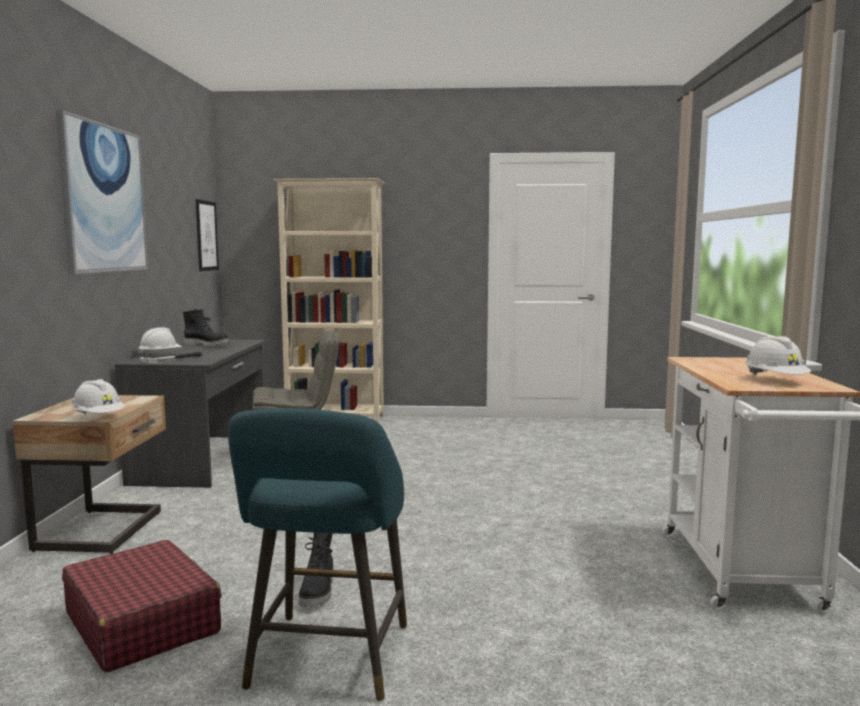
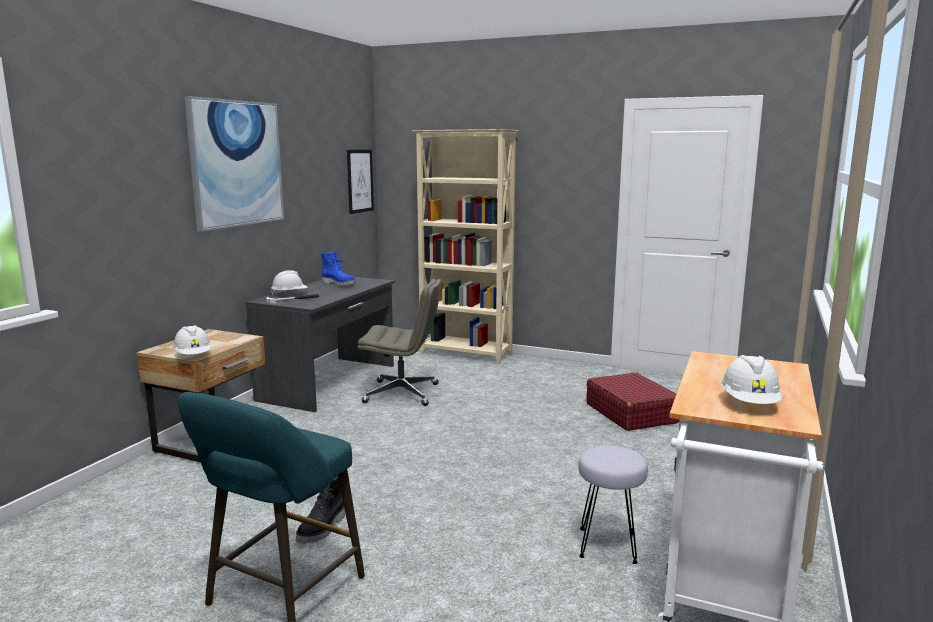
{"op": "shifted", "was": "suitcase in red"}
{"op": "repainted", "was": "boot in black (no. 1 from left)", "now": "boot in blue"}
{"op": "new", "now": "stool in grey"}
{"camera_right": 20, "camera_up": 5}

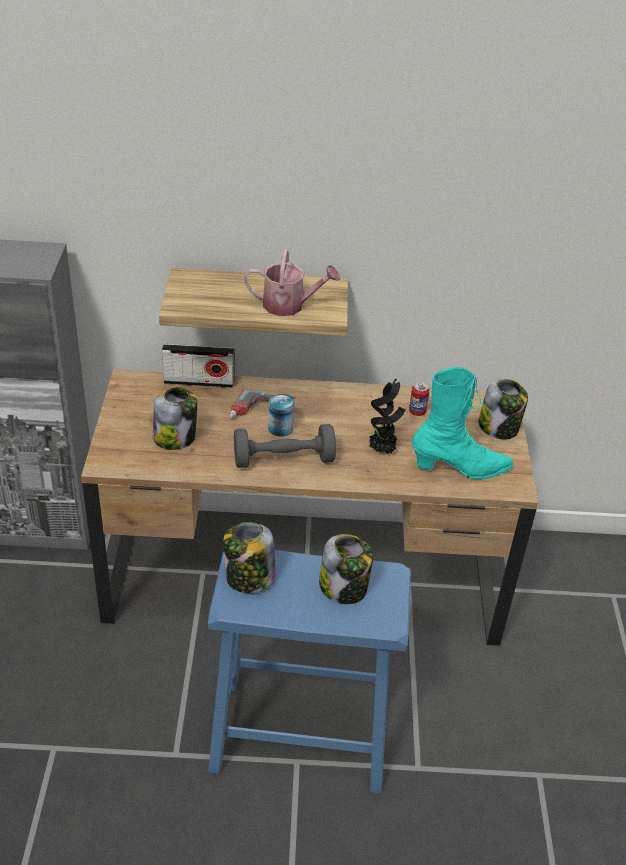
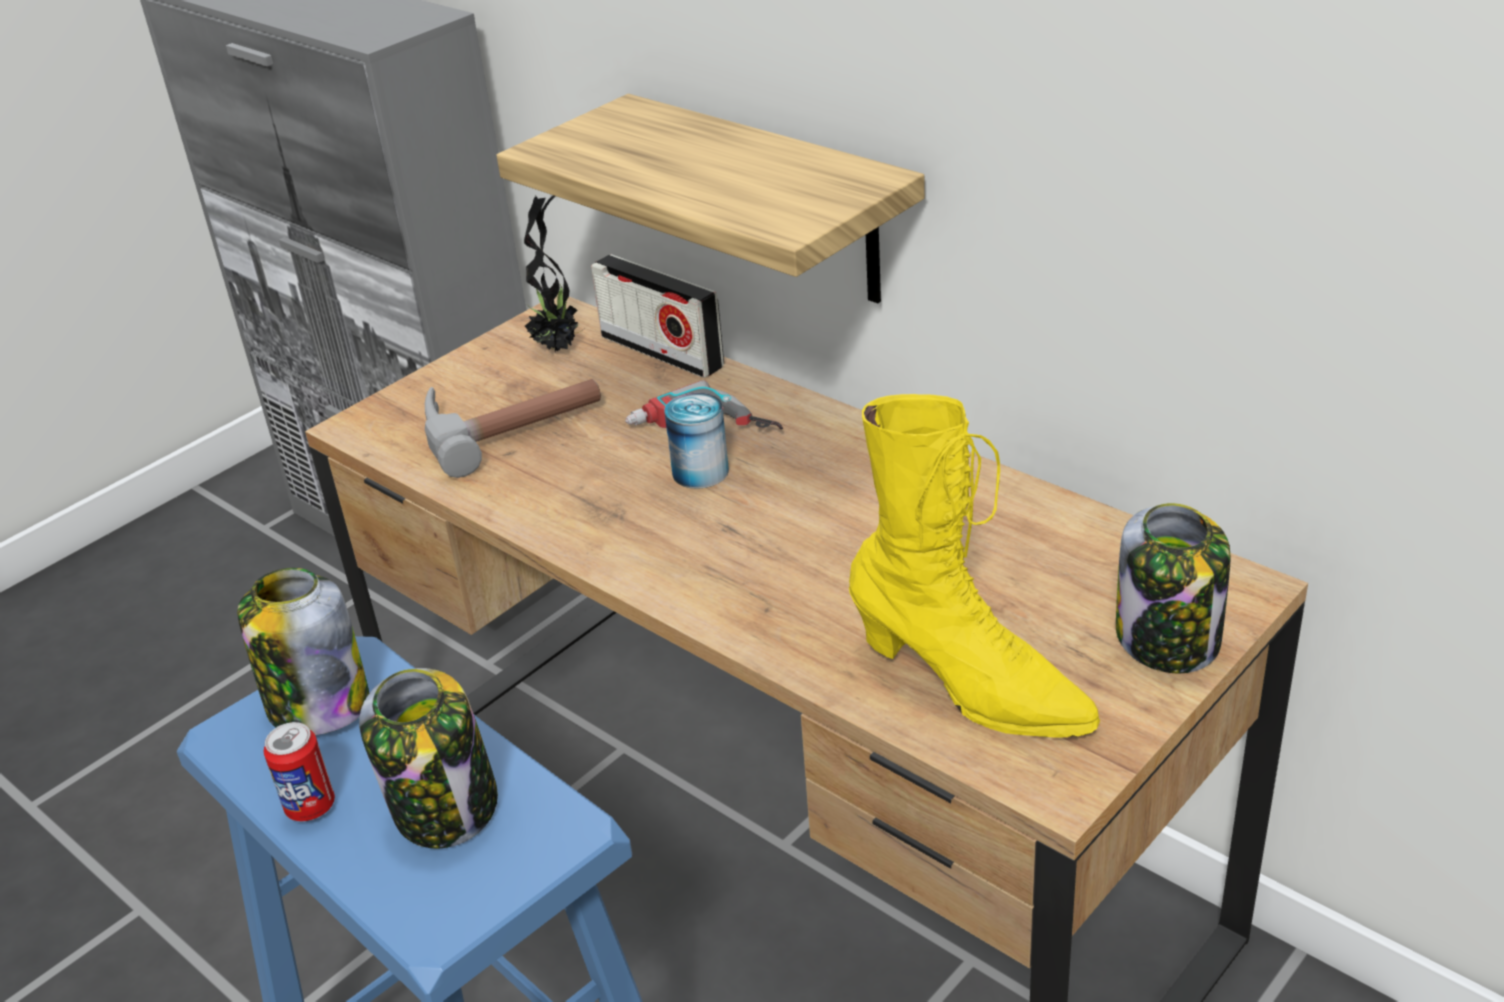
{"op": "swapped", "was": "jar (no. 1 from left)", "now": "hammer"}
{"op": "gone", "was": "dumbbell in grey"}
{"op": "gone", "was": "watering can"}
{"op": "shifted", "was": "potted plant"}
{"op": "shifted", "was": "can (no. 2 from left in the first image)", "now": "can (no. 1 from left)"}
{"op": "repainted", "was": "boot in turquoise", "now": "boot in yellow"}
{"camera_right": 45, "camera_up": -5}

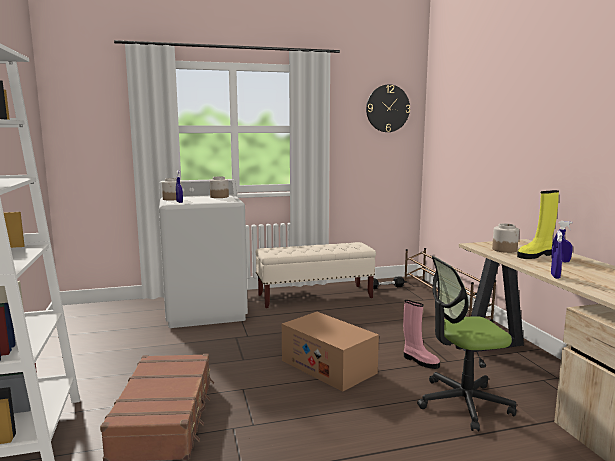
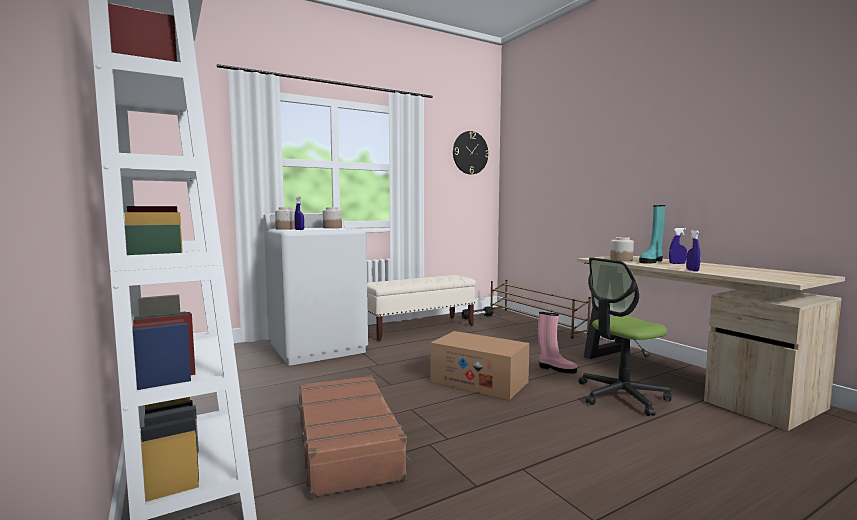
{"op": "repainted", "was": "boot in yellow", "now": "boot in turquoise"}
{"camera_right": -15, "camera_up": -5}

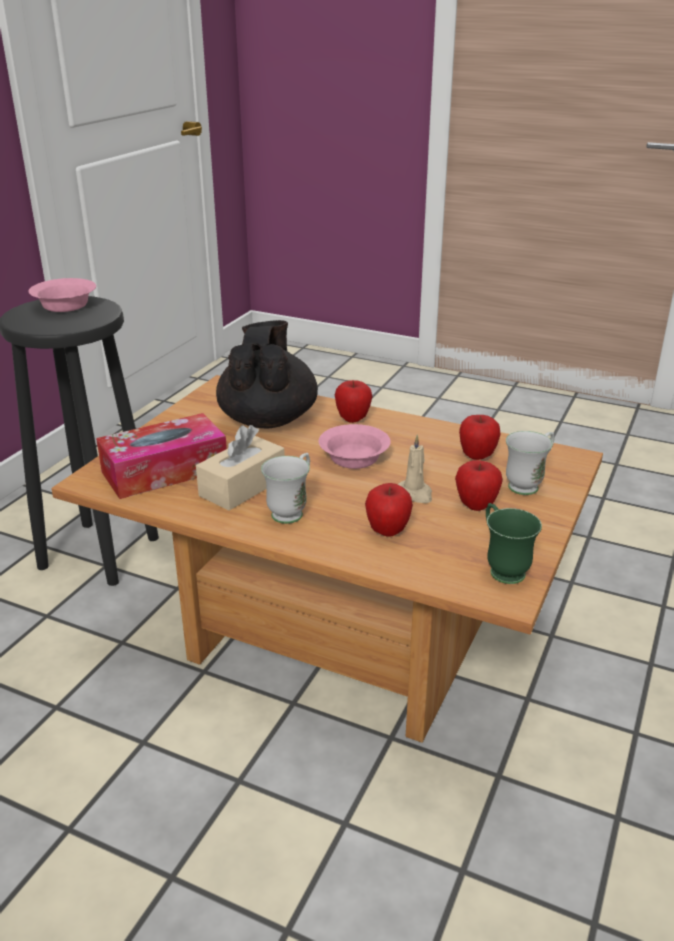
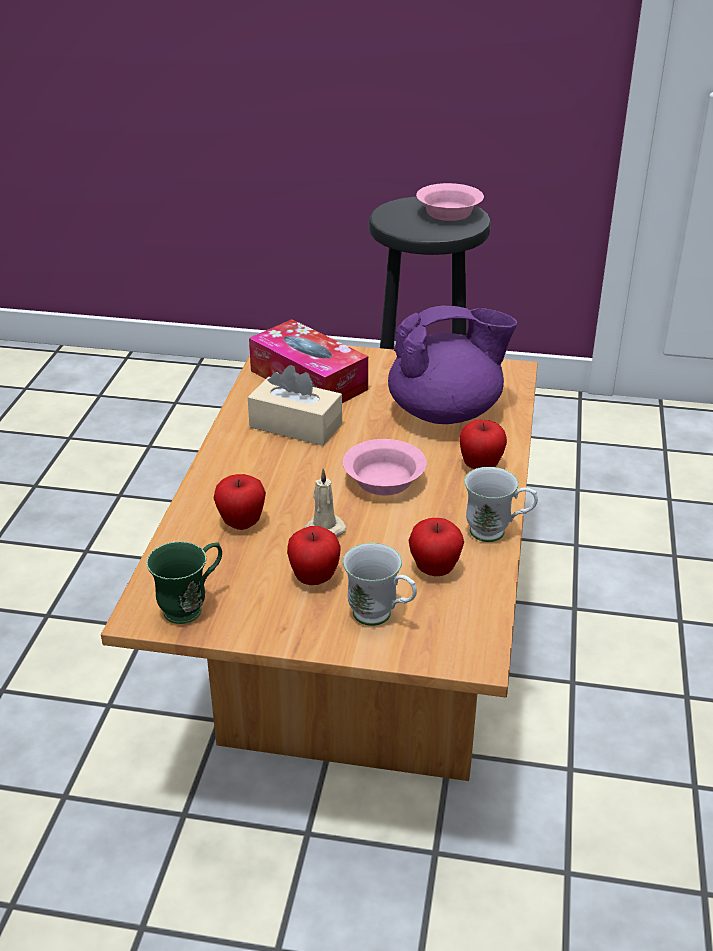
{"op": "repainted", "was": "teapot in black", "now": "teapot in purple"}
{"op": "shifted", "was": "mug in white (no. 1 from left in the first image)", "now": "mug in white (no. 2 from left)"}
{"camera_right": 75, "camera_up": 5}

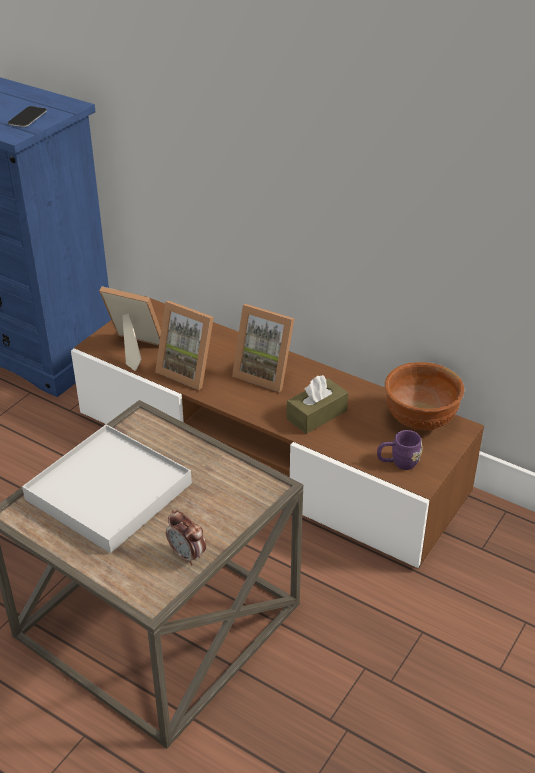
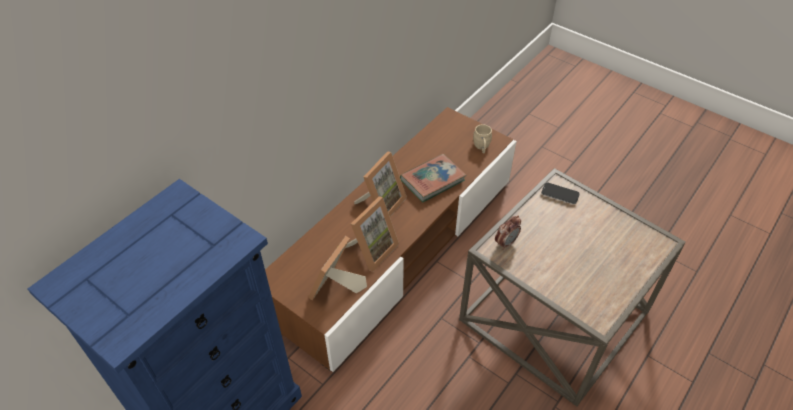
{"op": "shifted", "was": "phone"}
{"op": "gone", "was": "tray in white"}
{"op": "shifted", "was": "alarm clock"}
{"op": "swapped", "was": "tissue box in brown", "now": "book"}
{"op": "repainted", "was": "mug in purple", "now": "mug in beige"}
{"op": "gone", "was": "bowl in brown"}
{"camera_right": -85, "camera_up": 10}

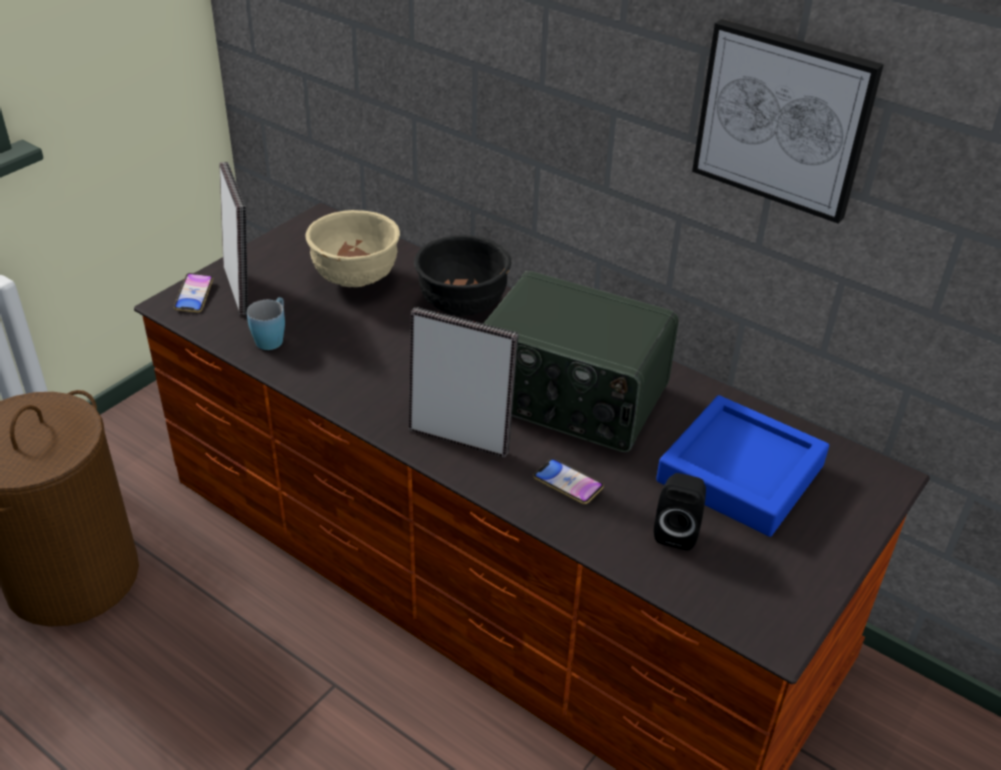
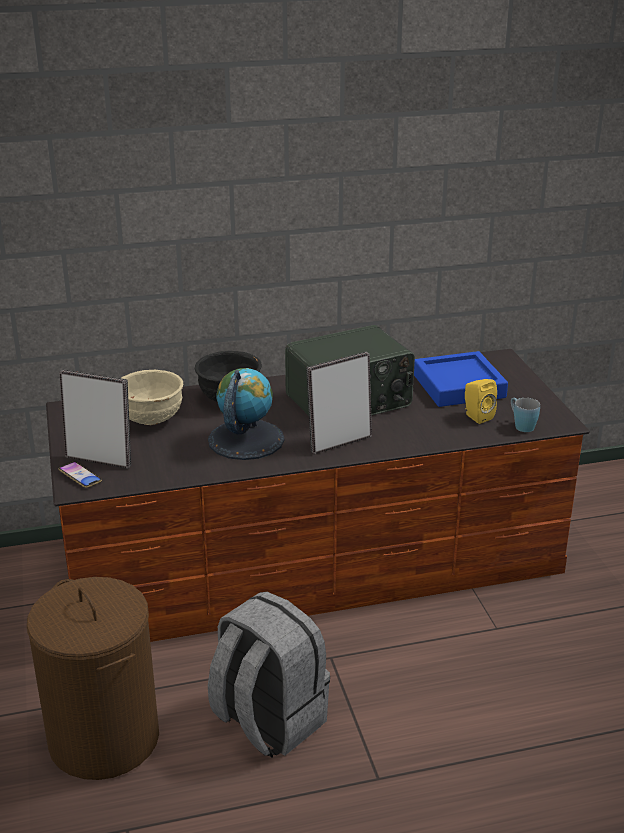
{"op": "shifted", "was": "mug in blue"}
{"op": "gone", "was": "phone (no. 2 from left)"}
{"op": "repainted", "was": "speaker in black", "now": "speaker in yellow"}
{"op": "gone", "was": "picture"}
{"op": "new", "now": "globe"}
{"op": "new", "now": "backpack in grey"}
{"camera_right": -50, "camera_up": -10}

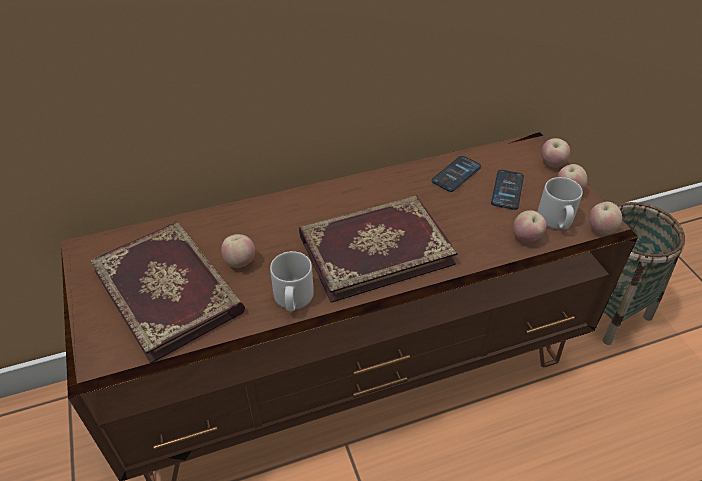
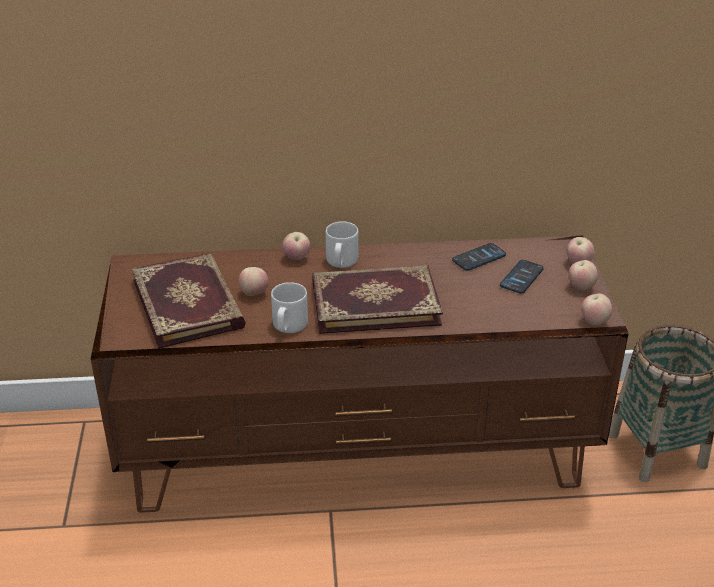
{"op": "shifted", "was": "apple (no. 2 from left)"}
{"op": "shifted", "was": "mug in grey (no. 2 from left)"}
{"camera_right": 15, "camera_up": -10}

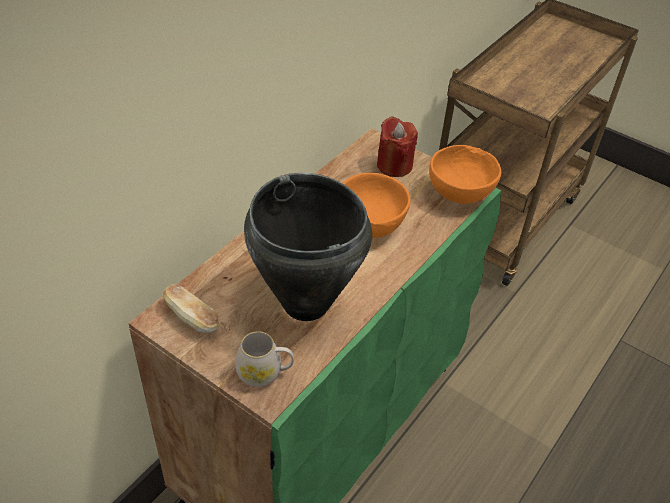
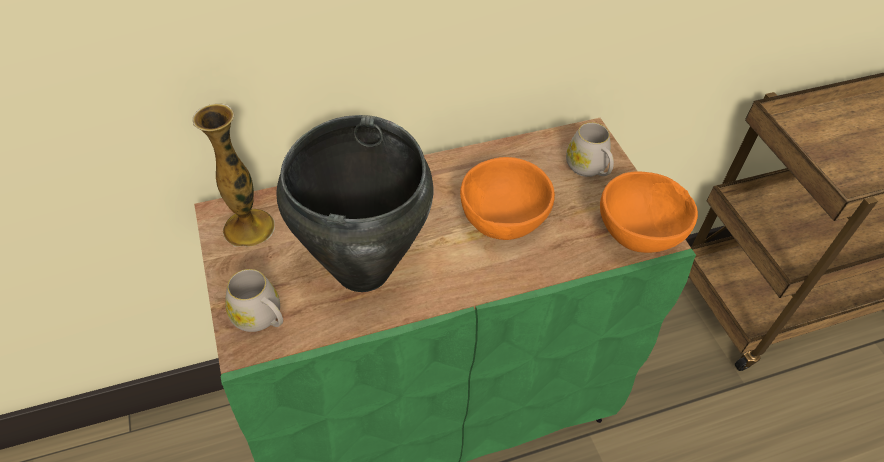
{"op": "swapped", "was": "bread", "now": "vase"}
{"op": "swapped", "was": "candle in red", "now": "mug in white (no. 2 from left)"}
{"camera_right": 35, "camera_up": 5}

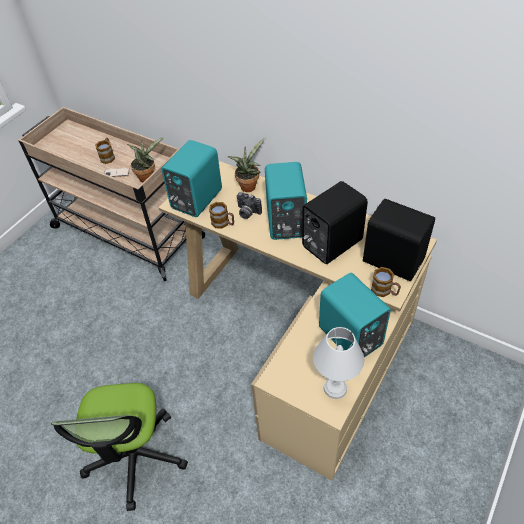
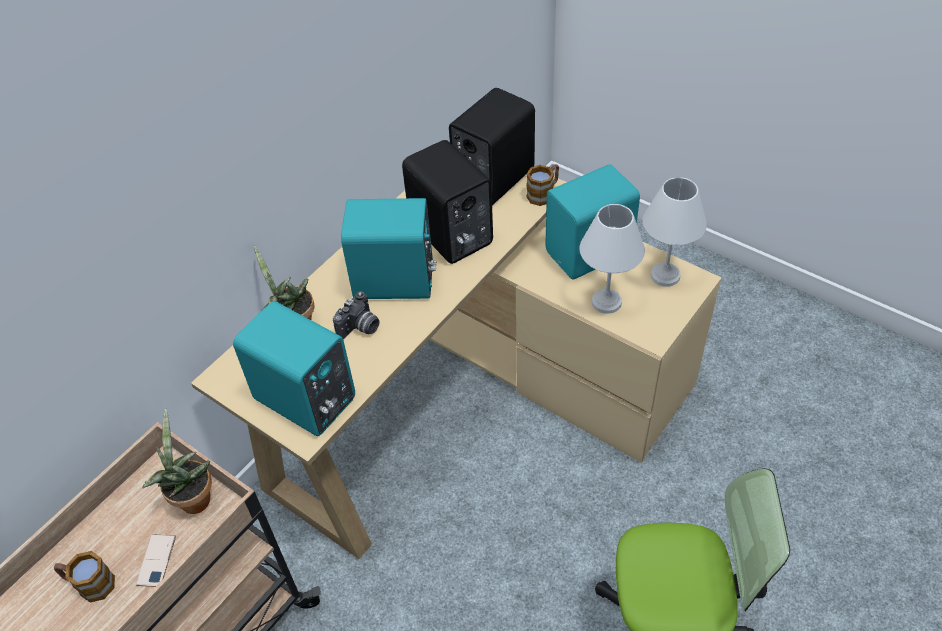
{"op": "gone", "was": "mug (no. 2 from left)"}
{"op": "new", "now": "table lamp in white (no. 1 from left)"}
{"camera_right": -85, "camera_up": 0}

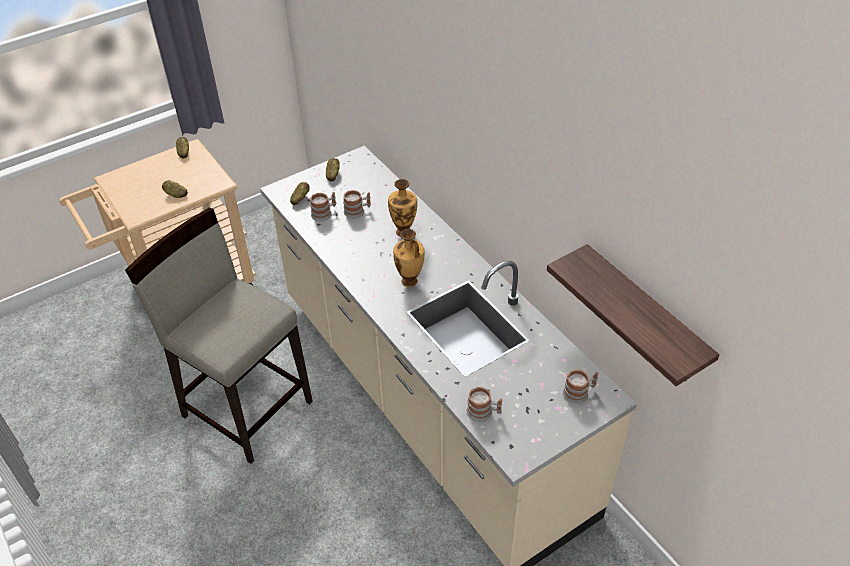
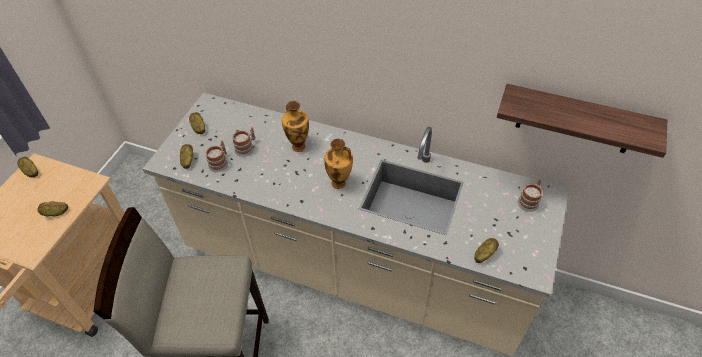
{"op": "swapped", "was": "mug (no. 3 from left)", "now": "potato (no. 5 from left)"}
{"camera_right": -35, "camera_up": 5}

